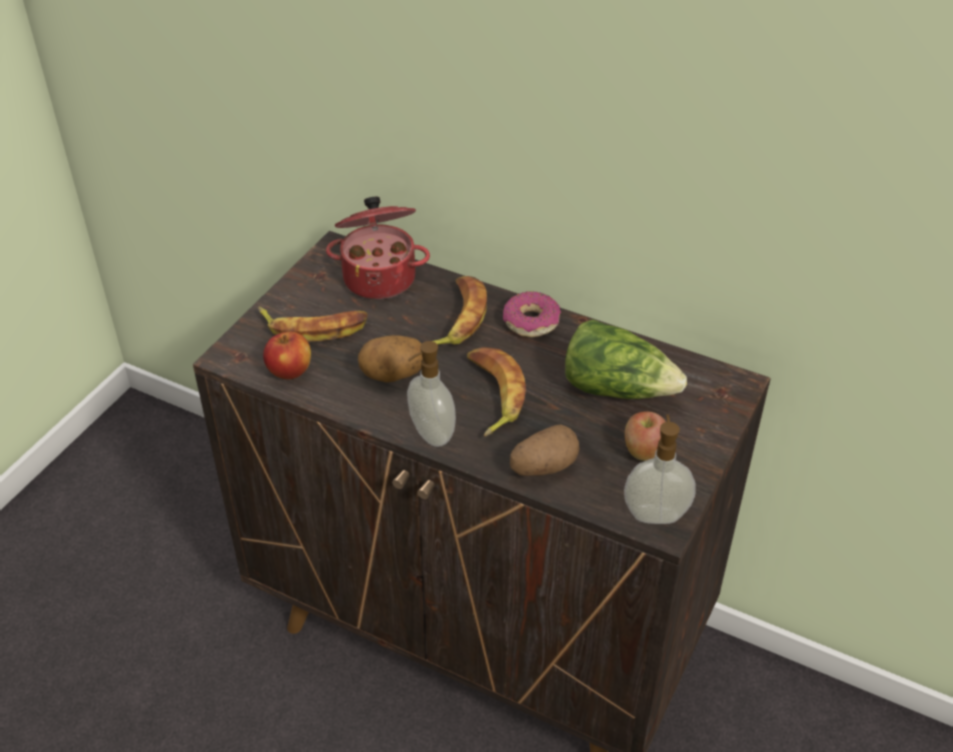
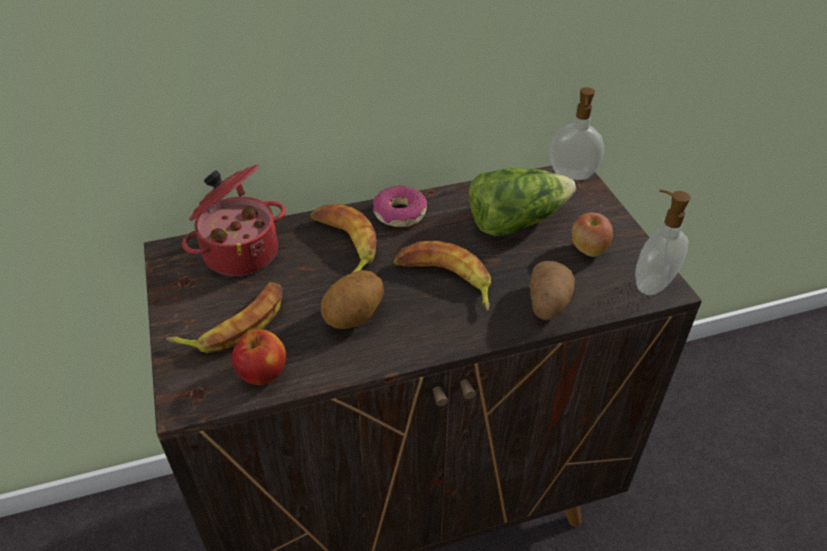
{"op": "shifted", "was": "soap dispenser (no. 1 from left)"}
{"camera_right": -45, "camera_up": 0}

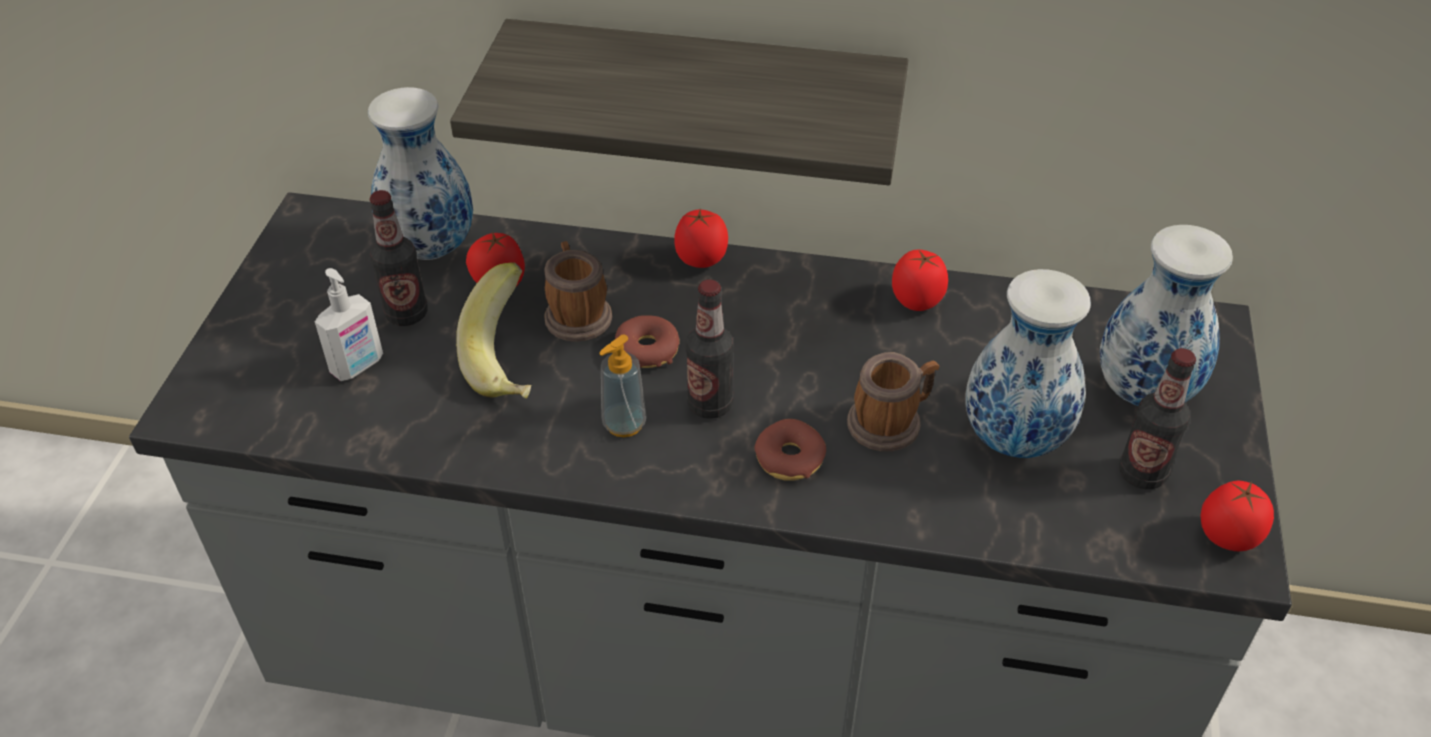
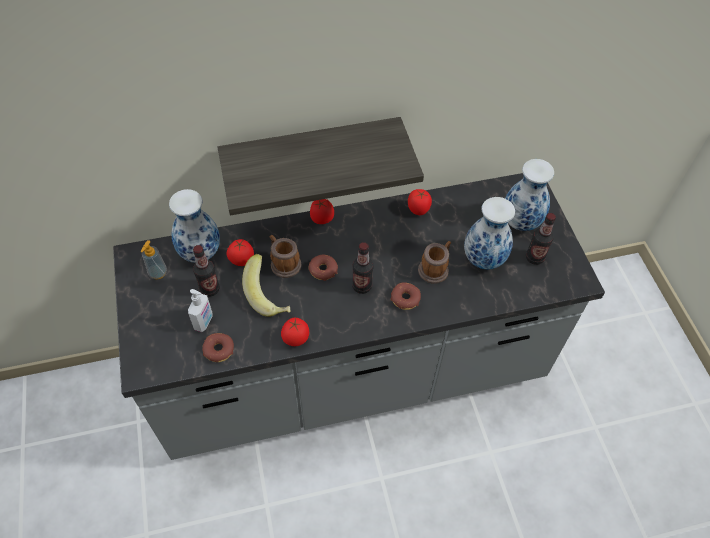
{"op": "shifted", "was": "soap dispenser (no. 2 from left in the first image)", "now": "soap dispenser (no. 1 from left)"}
{"op": "shifted", "was": "tomato (no. 4 from left in the first image)", "now": "tomato (no. 2 from left)"}
{"op": "new", "now": "donut (no. 1 from left)"}
{"camera_right": -25, "camera_up": 10}

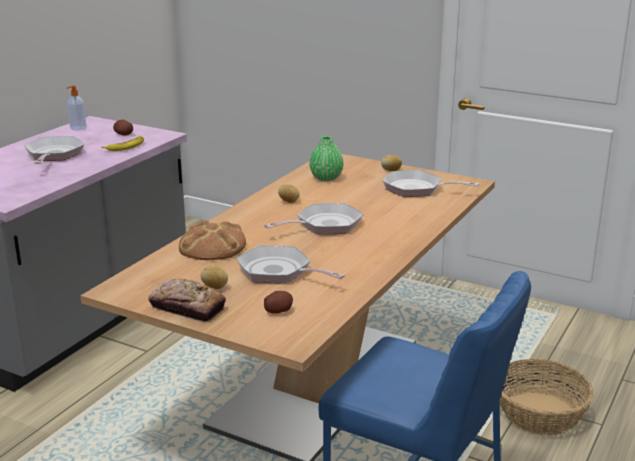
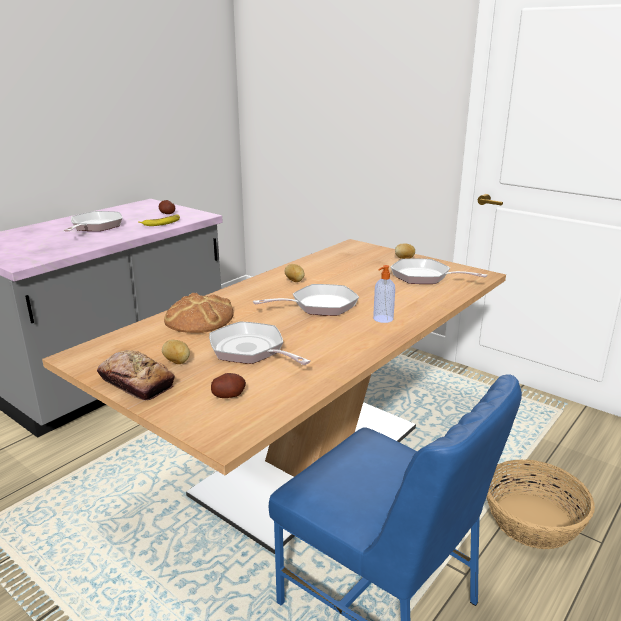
{"op": "shifted", "was": "soap dispenser"}
{"op": "gone", "was": "vase in green"}
{"camera_right": 10, "camera_up": 0}

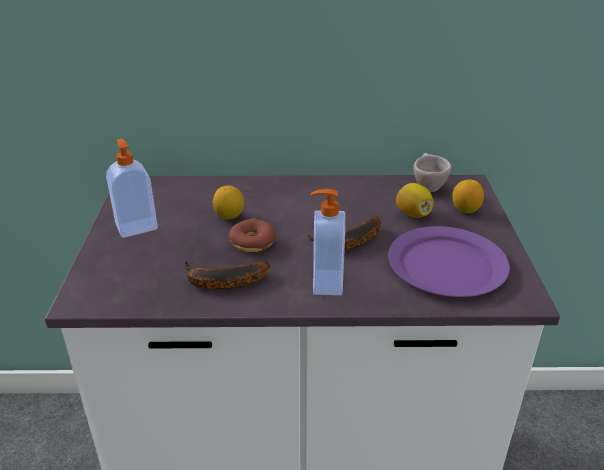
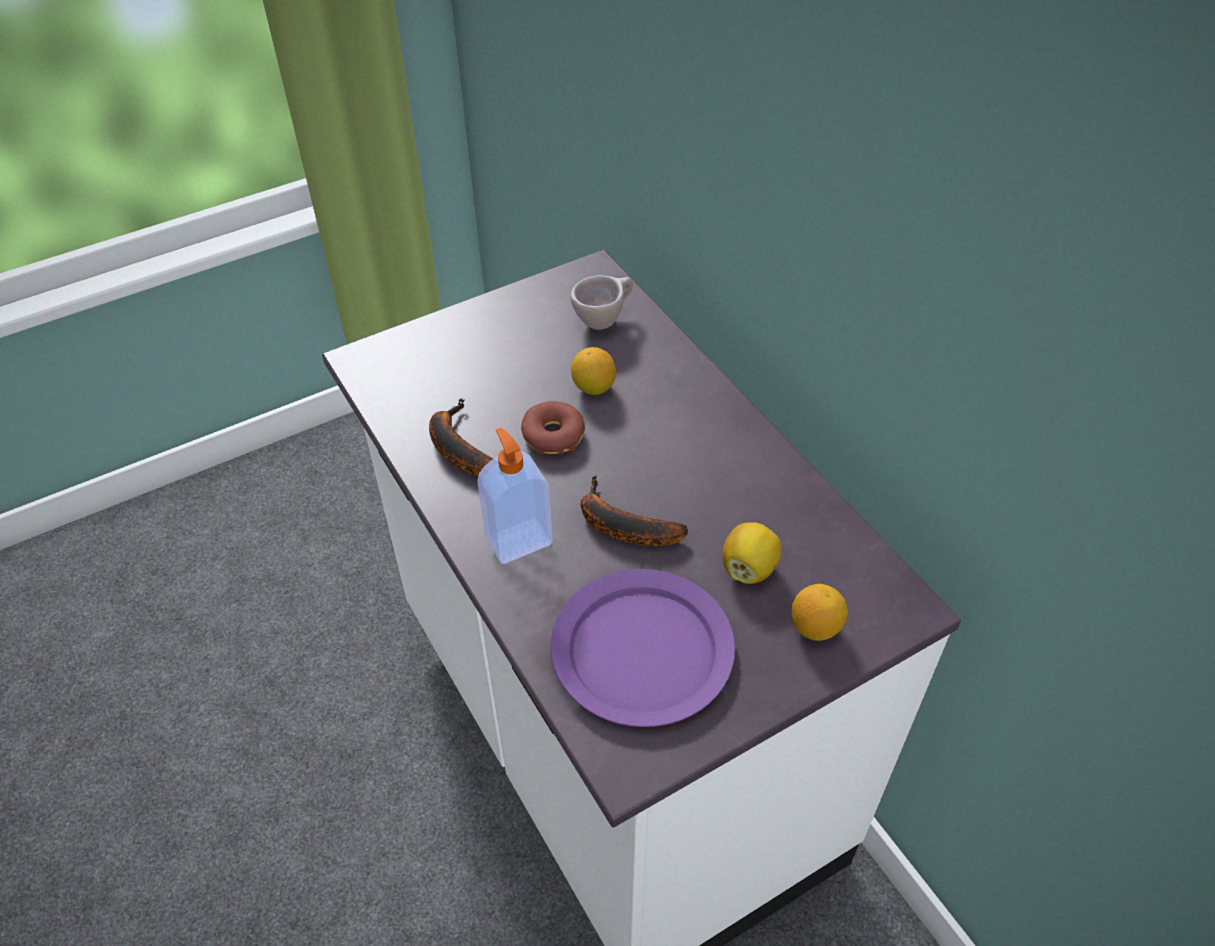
{"op": "gone", "was": "soap dispenser (no. 1 from left)"}
{"op": "shifted", "was": "cup in beige"}
{"camera_right": 60, "camera_up": 15}

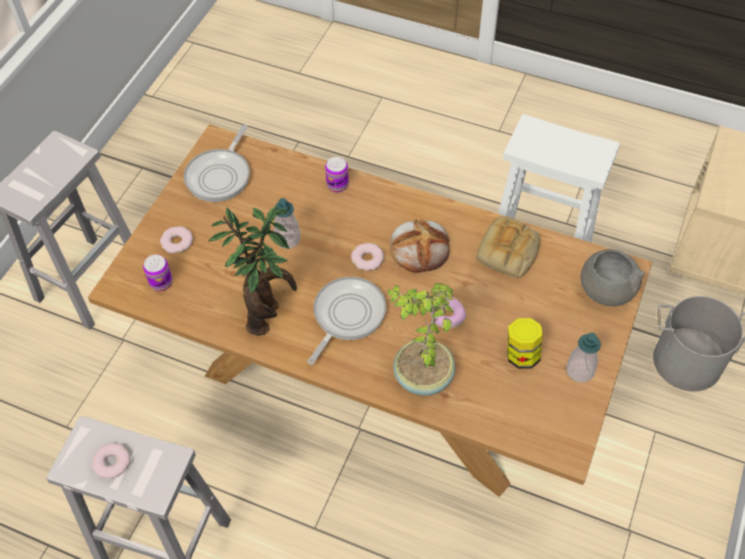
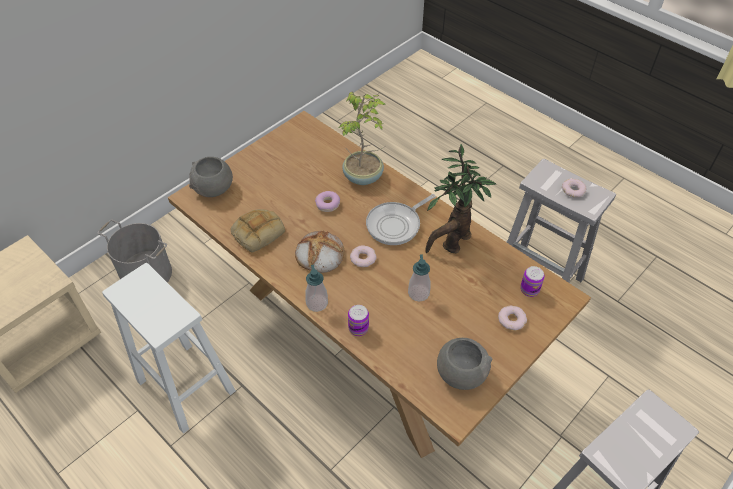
{"op": "swapped", "was": "frying pan (no. 1 from left)", "now": "bowl in grey (no. 2 from left)"}
{"op": "gone", "was": "jar"}
{"op": "shifted", "was": "soap dispenser (no. 2 from left in the first image)", "now": "soap dispenser (no. 1 from left)"}
{"camera_right": -160, "camera_up": -5}

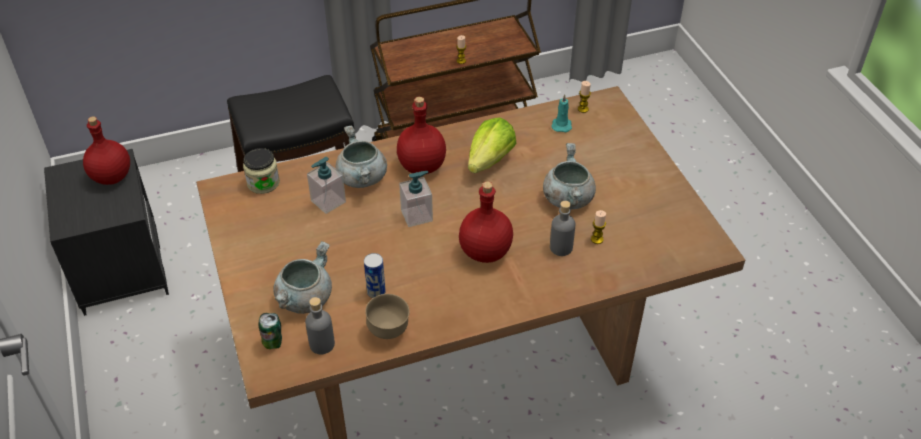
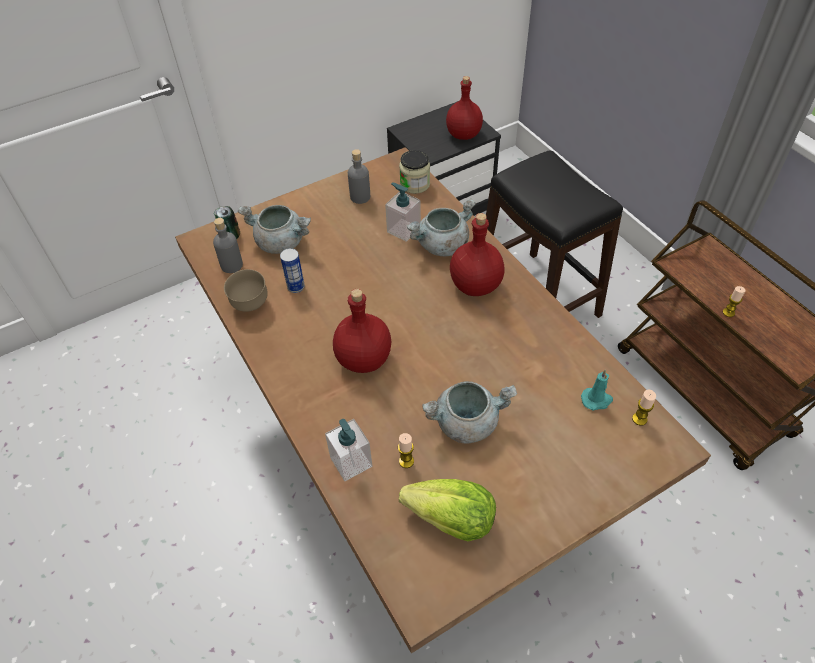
{"op": "shifted", "was": "soap dispenser (no. 2 from left in the first image)", "now": "soap dispenser (no. 1 from left)"}
{"op": "shifted", "was": "lettuce"}
{"op": "shifted", "was": "bottle in grey (no. 2 from left)"}
{"camera_right": 80, "camera_up": 5}

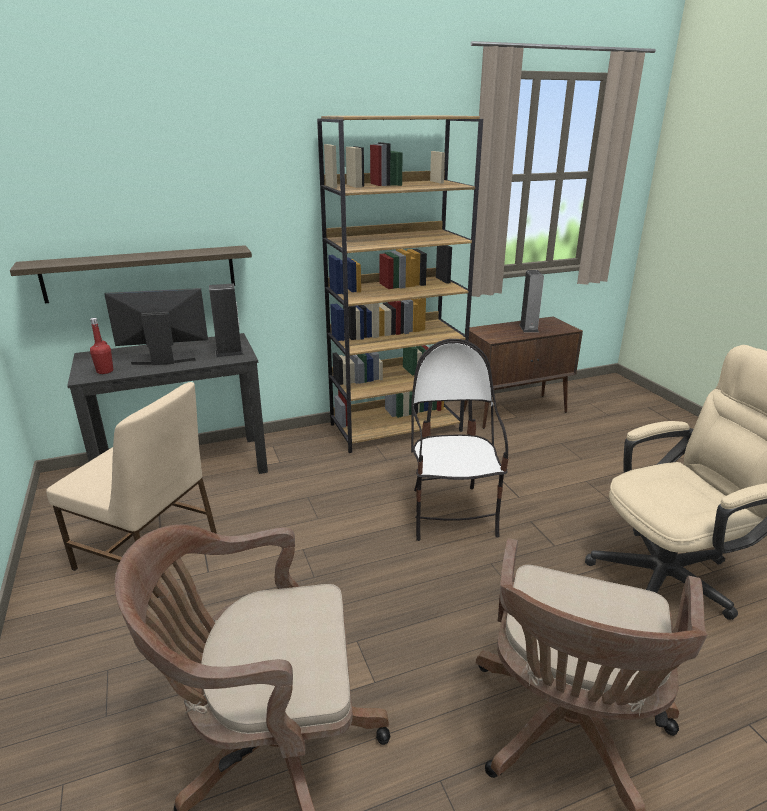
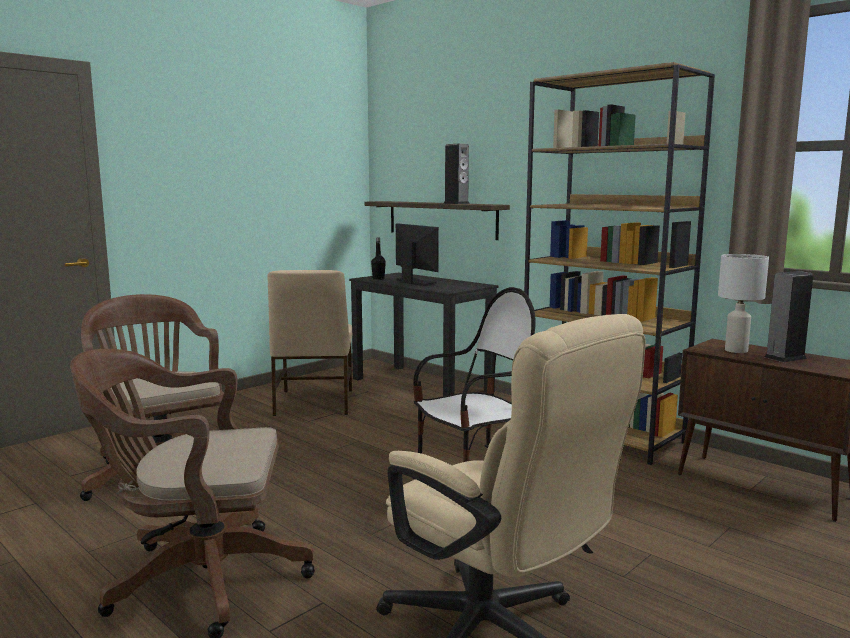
{"op": "repainted", "was": "bottle in red", "now": "bottle in black"}
{"op": "shifted", "was": "speaker (no. 1 from left)"}
{"op": "new", "now": "table lamp in white"}
{"camera_right": 65, "camera_up": -15}

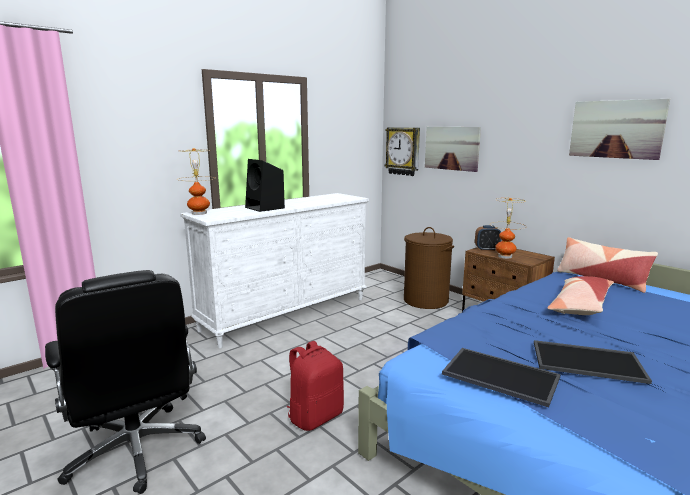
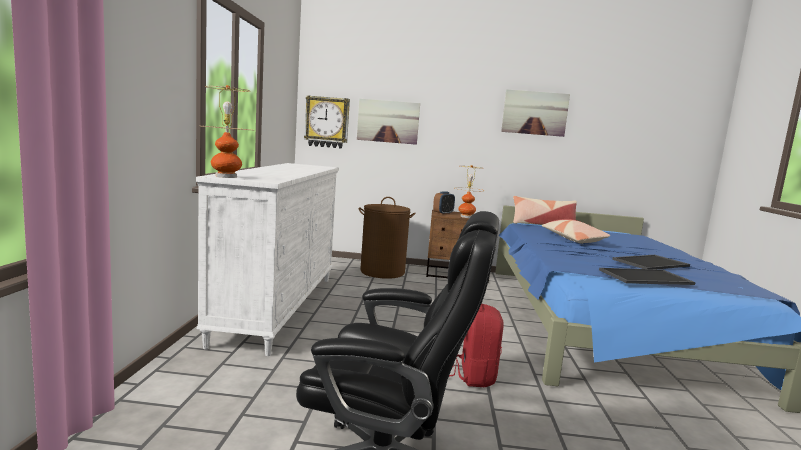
{"op": "gone", "was": "speaker in black"}
{"camera_right": -45, "camera_up": -5}

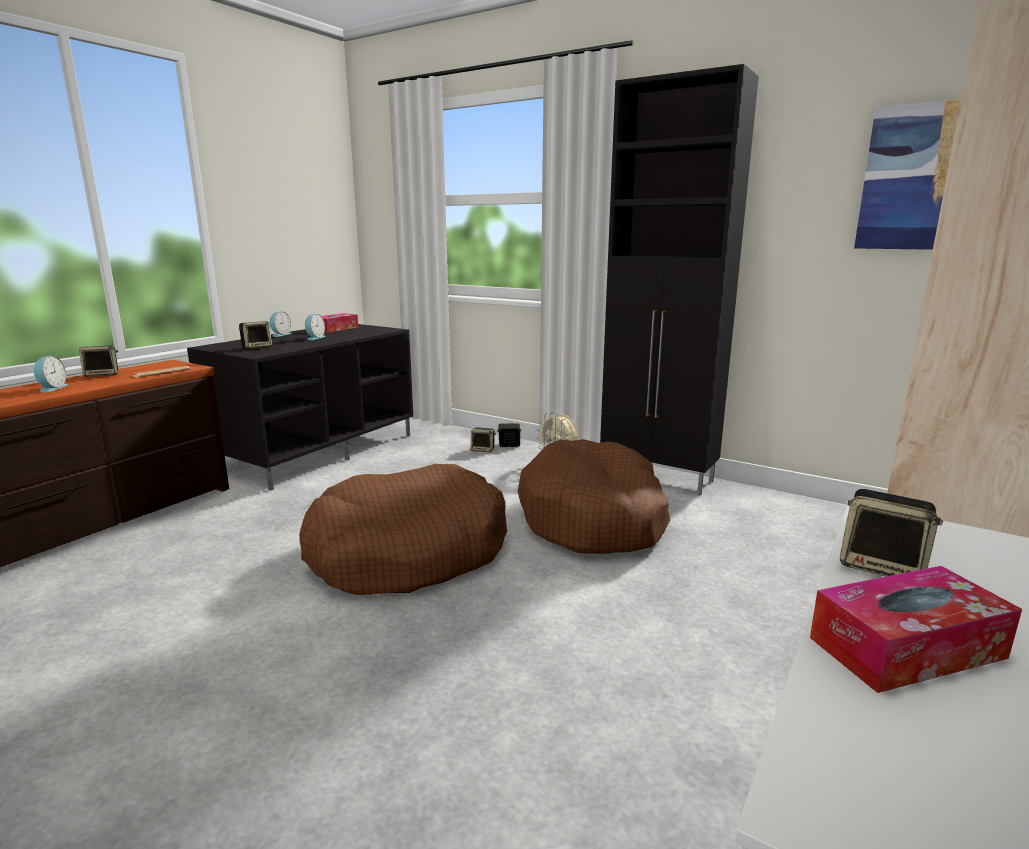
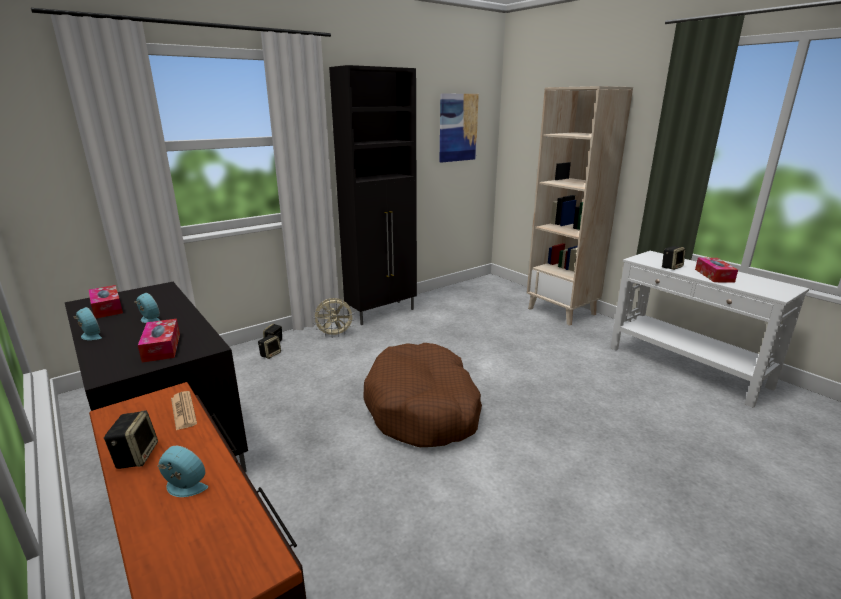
{"op": "swapped", "was": "speaker (no. 2 from left)", "now": "tissue box (no. 2 from left)"}
{"op": "gone", "was": "dog bed in brown (no. 2 from left)"}
{"camera_right": -70, "camera_up": 5}

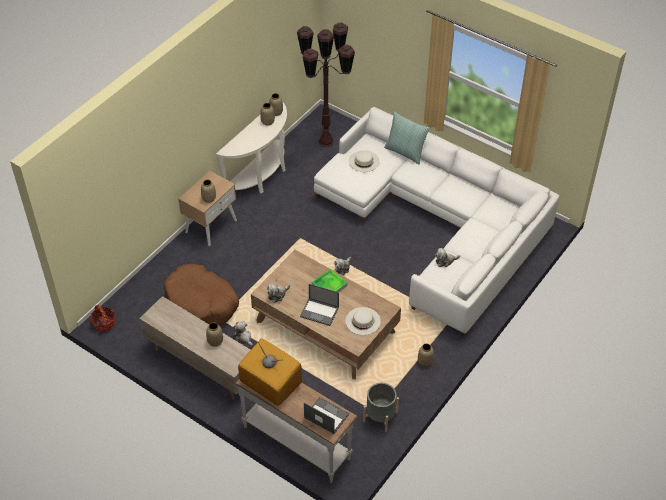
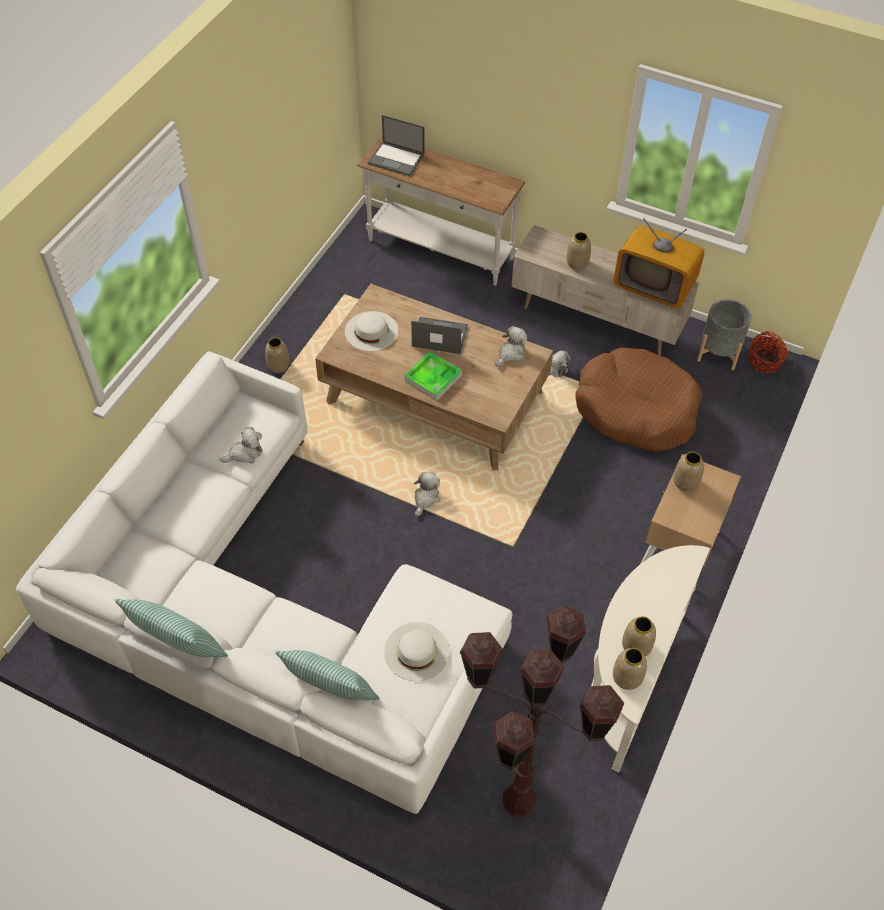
{"op": "shifted", "was": "television"}
{"op": "shifted", "was": "planter in grey"}
{"op": "new", "now": "pillow (no. 1 from left)"}
{"camera_right": 170, "camera_up": 5}

